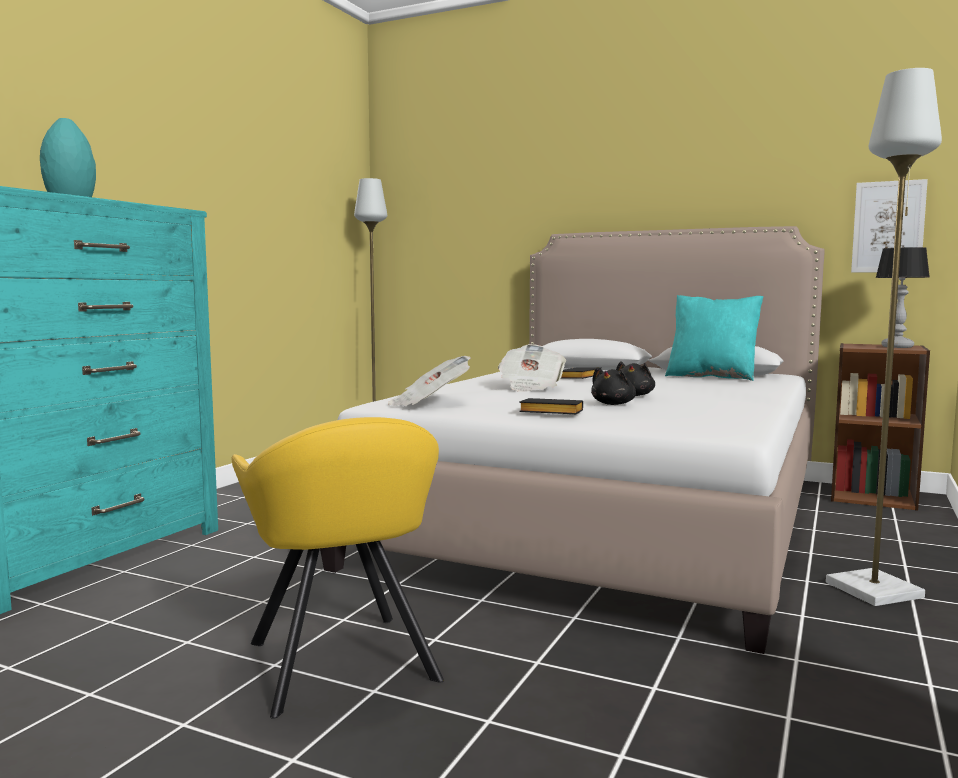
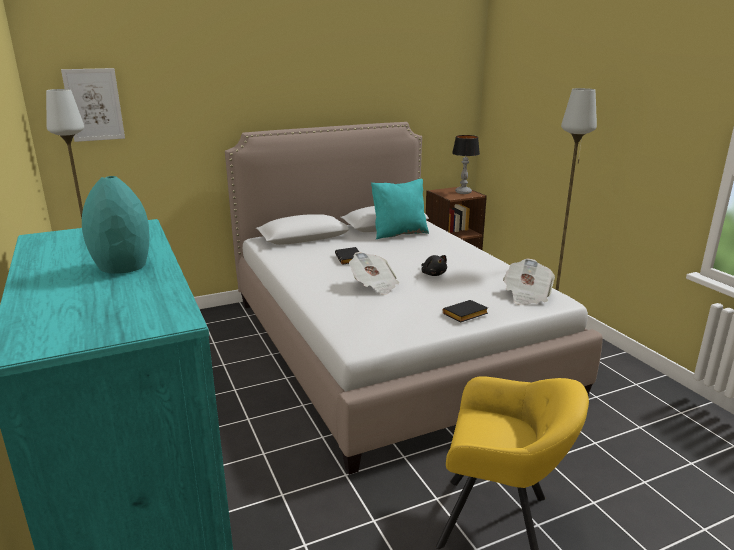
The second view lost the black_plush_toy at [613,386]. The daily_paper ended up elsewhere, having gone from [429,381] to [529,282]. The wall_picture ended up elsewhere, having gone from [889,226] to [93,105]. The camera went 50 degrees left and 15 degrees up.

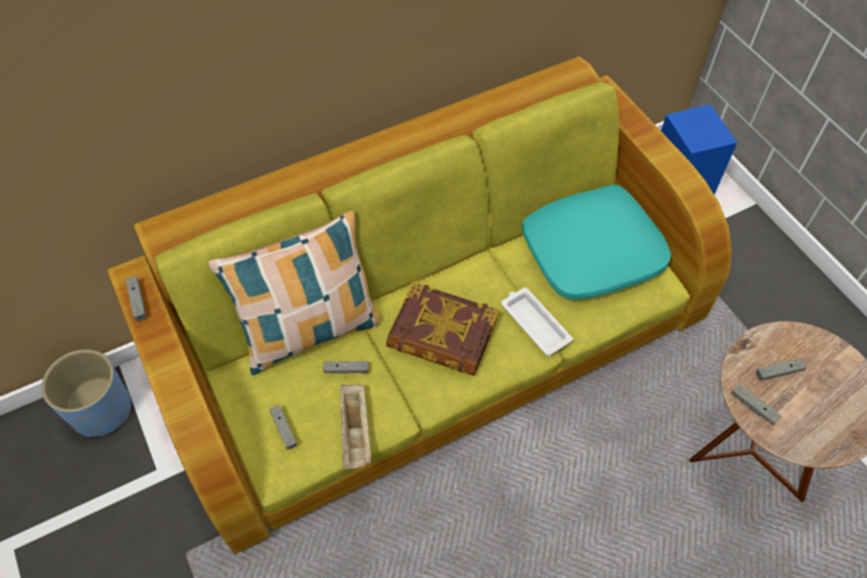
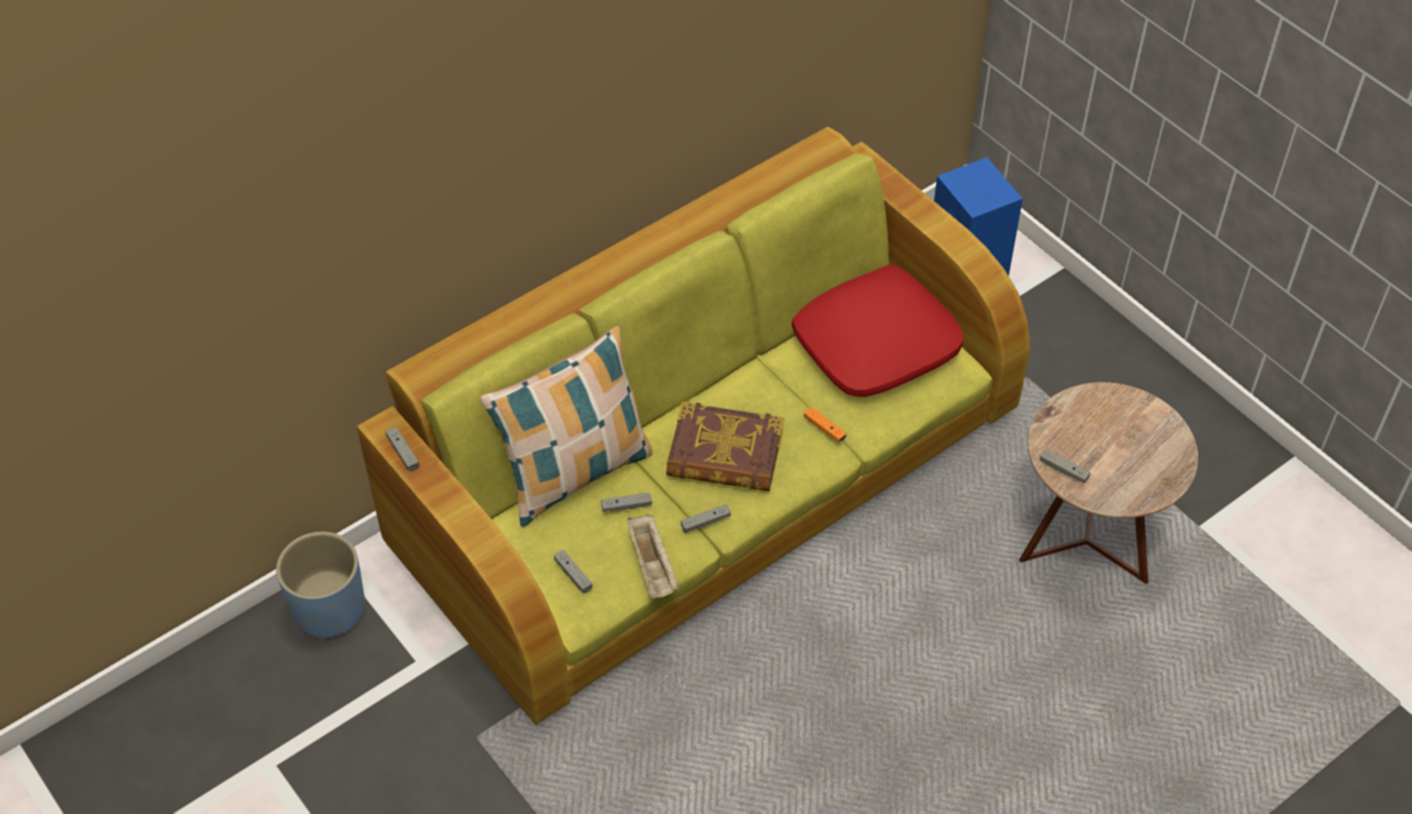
The greyish_game_controller ended up elsewhere, having gone from [781,369] to [706,518]. Where the white-coloured_serving_tray stood at [537,322], the orangey_game_controller came to stand at [825,425]. What was the turquoise-coloured_cushion at [596,242] turned into the red-coloured_cushion at [877,331]. The camera went 10 degrees left and 5 degrees down.

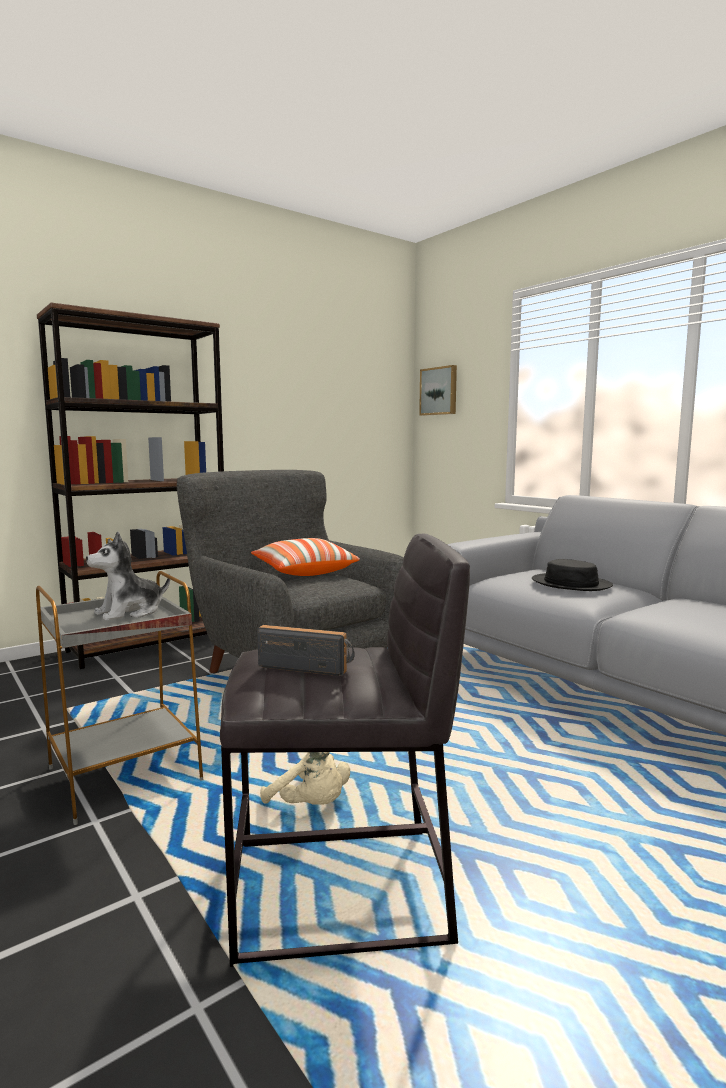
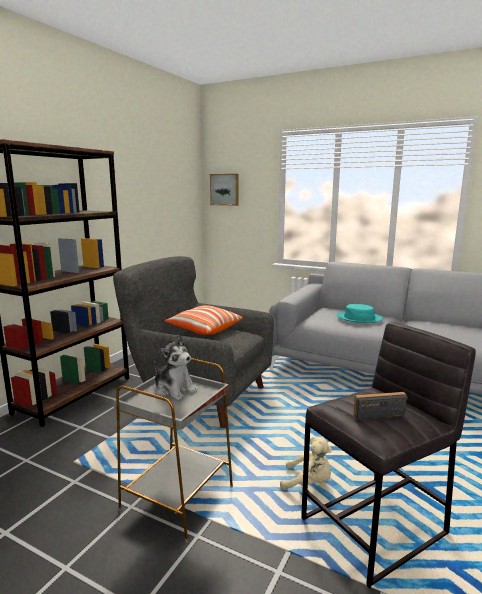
What was the black_clothing_hat at [572,575] turned into the turquoise-coloured_clothing_hat at [360,313]. The plush_toy at [128,576] ended up facing another way, 75 degrees counterclockwise from before. The camera went 25 degrees left and 5 degrees up.

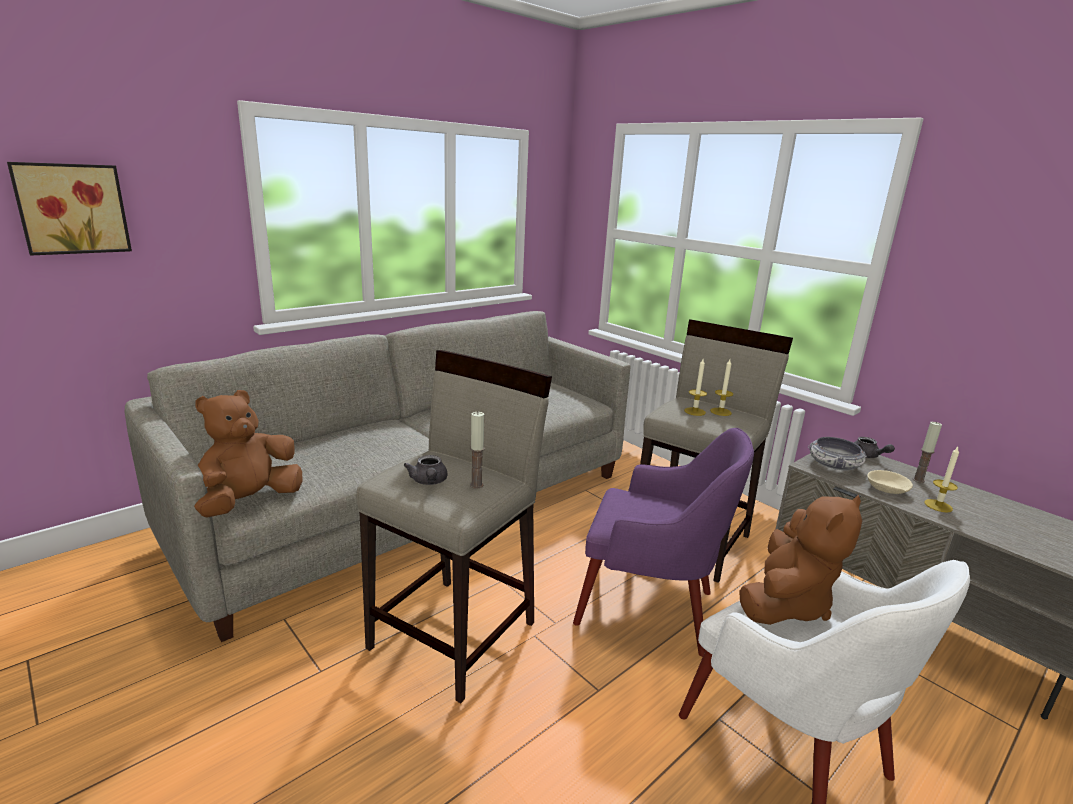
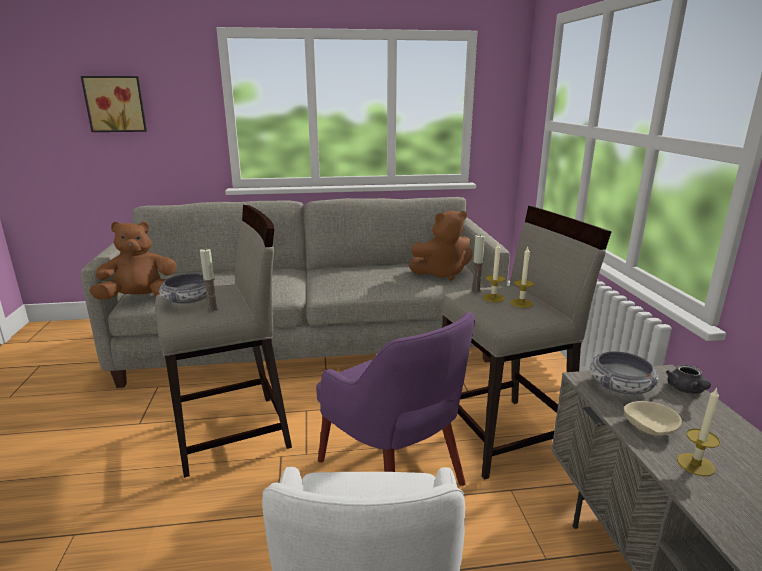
The brownish_plush_toy ended up elsewhere, having gone from [800,560] to [441,246]. The wax_light ended up elsewhere, having gone from [927,452] to [478,263]. Where the greyish_pot_for_tea stood at [426,470], the bowl came to stand at [187,288]. The camera went 35 degrees right and 0 degrees up.

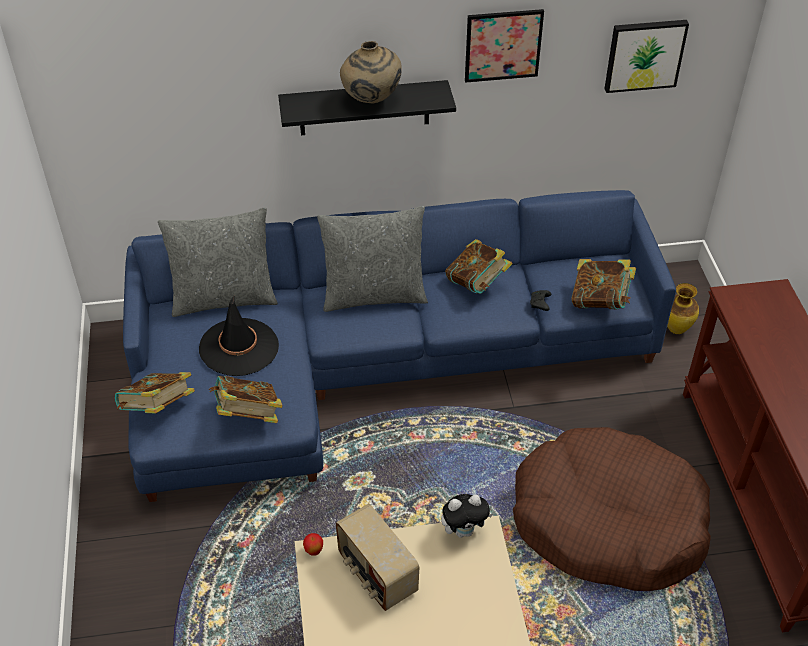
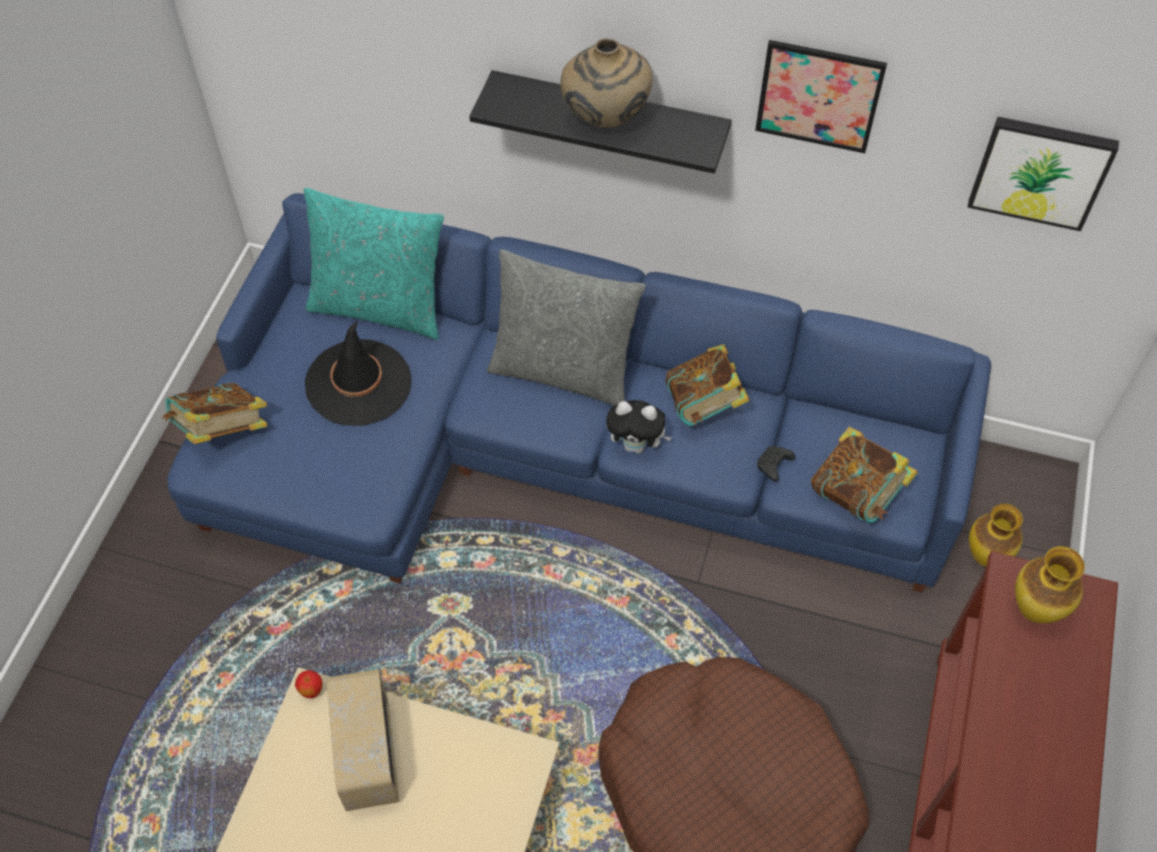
The second view lost the bound_book at [246,399]. The second view gained the decorative_vase at [1050,584]. The plush_toy ended up elsewhere, having gone from [467,516] to [639,427]. What was the greyish_cushion at [218,262] turned into the turquoise-coloured_cushion at [374,264]. The camera went 25 degrees right and 10 degrees up.

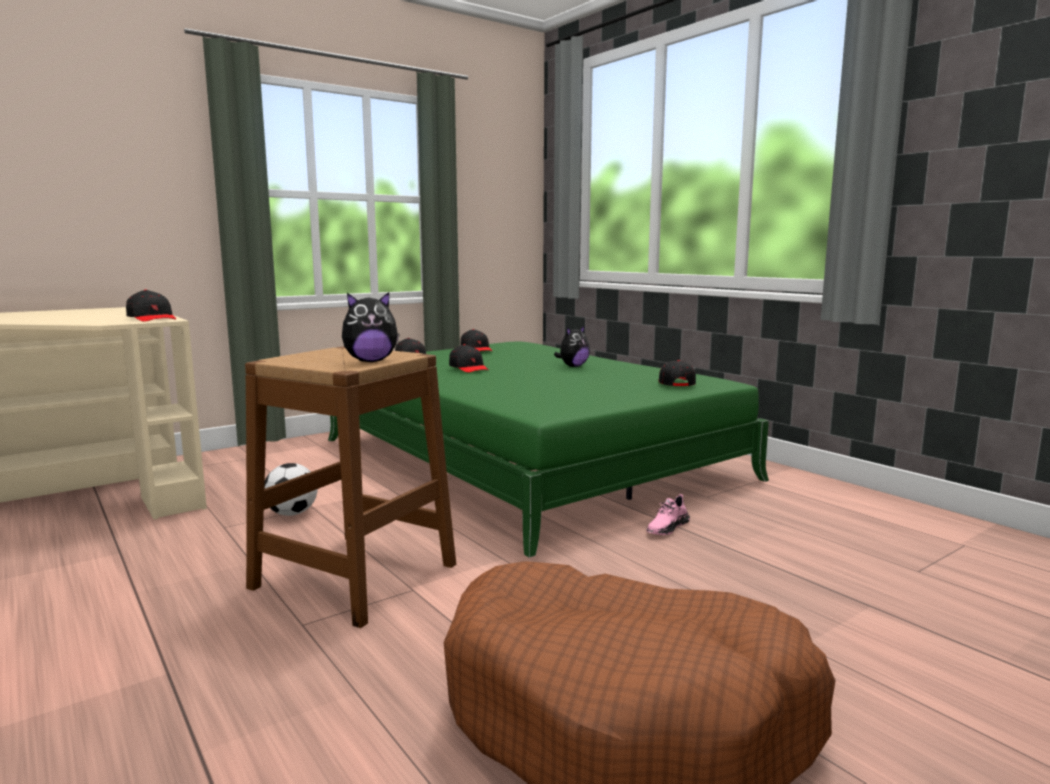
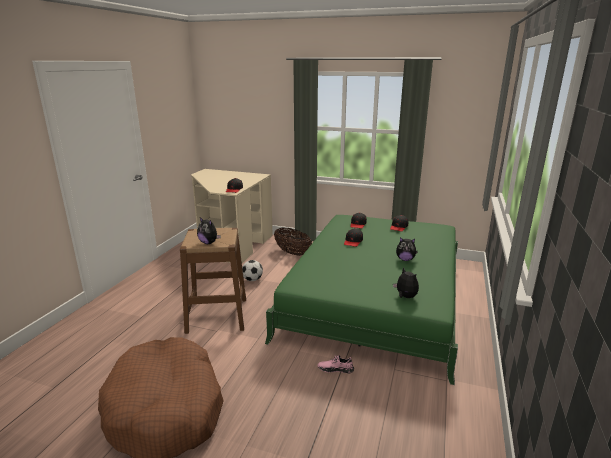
The second view gained the storage_basket at [293,242]. Where the black_baseball_cap stood at [677,373], the plush_toy came to stand at [406,282]. The camera went 55 degrees right and 10 degrees up.

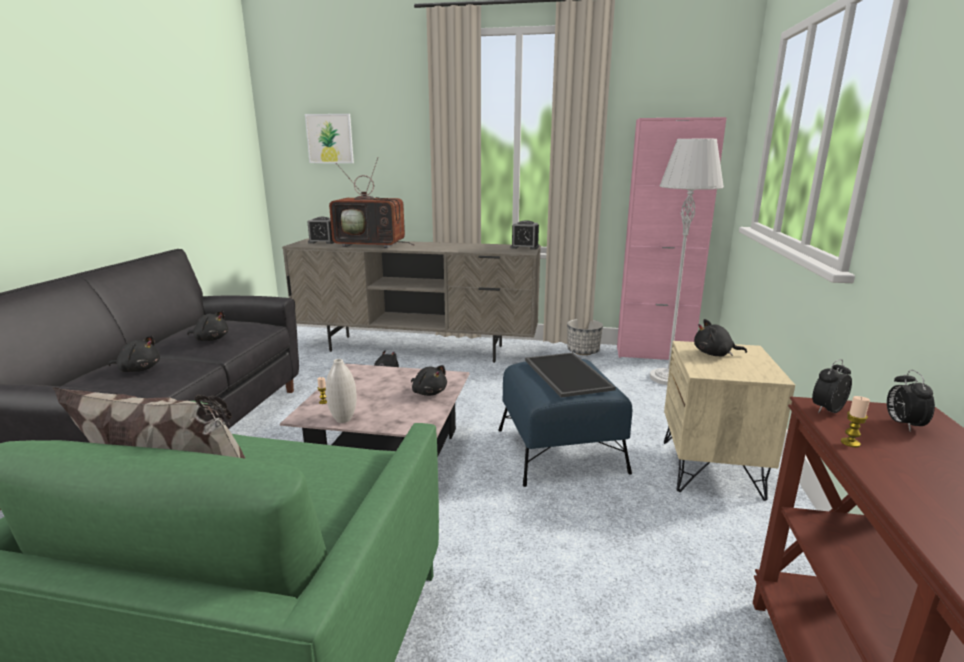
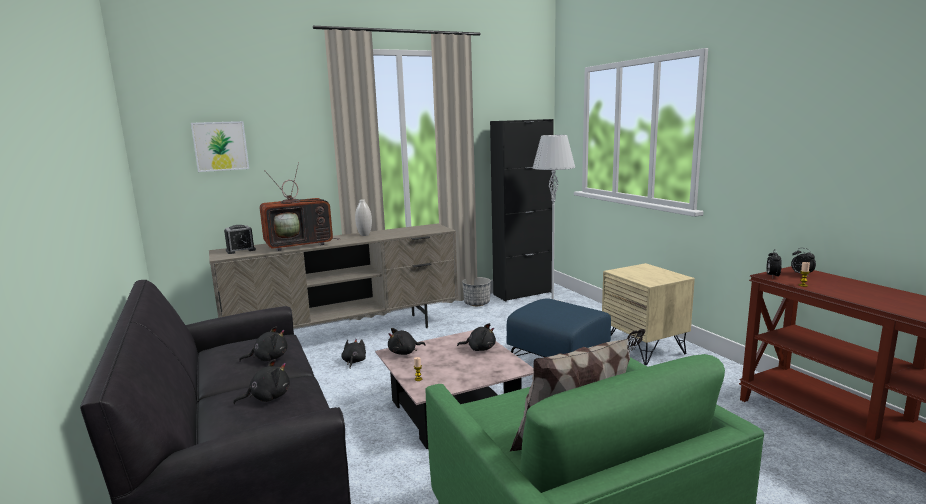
The second view lost the bedside_clock at [525,235]. The second view lost the serving_tray at [570,375]. The white-coloured_decorative_vase ended up elsewhere, having gone from [341,391] to [363,217]. The black_plush_toy ended up elsewhere, having gone from [720,337] to [407,341]. What was the pinkish_cabinet at [672,238] turned into the black_cabinet at [522,210]. The camera went 35 degrees left and 5 degrees down.

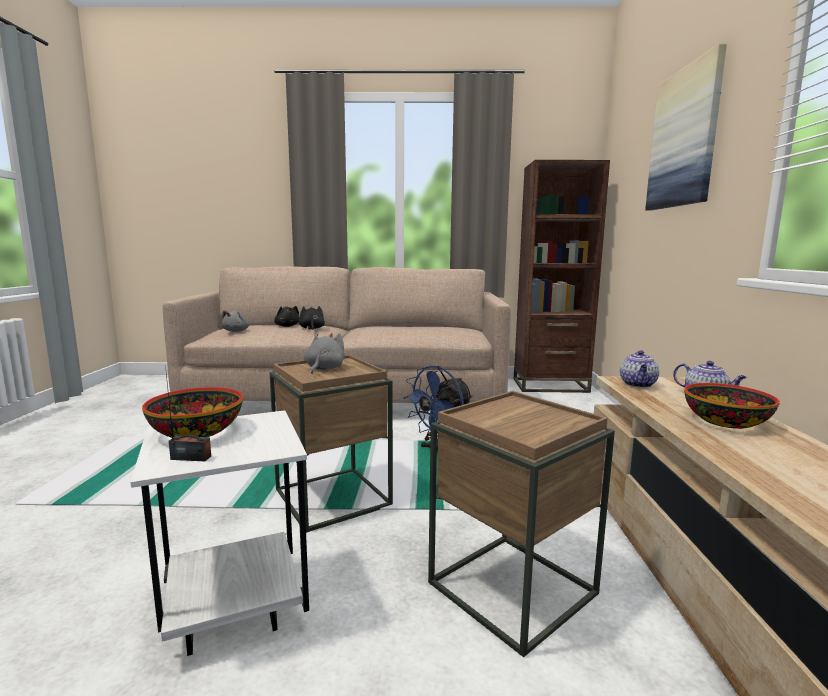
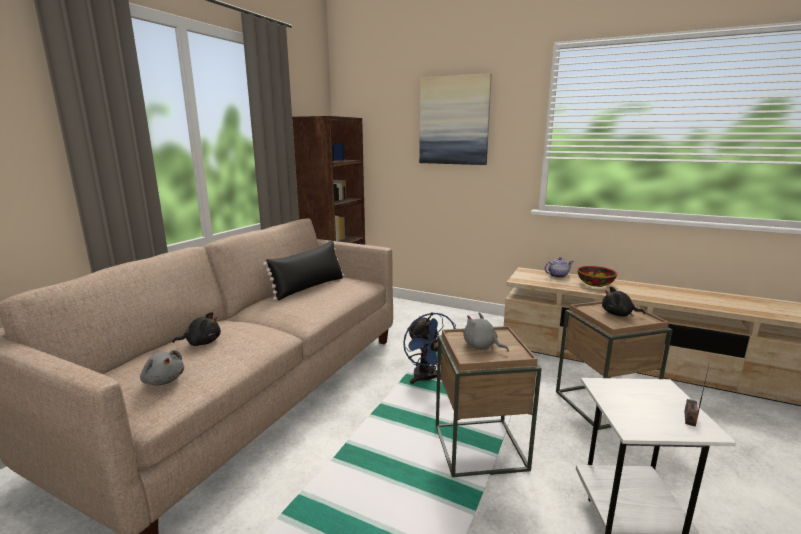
The second view lost the bowl at [192,412]. The second view lost the pot_for_tea at [639,369]. The second view gained the black_cushion at [303,270]. The black_plush_toy ended up elsewhere, having gone from [311,318] to [623,301]. The camera went 65 degrees left and 5 degrees up.

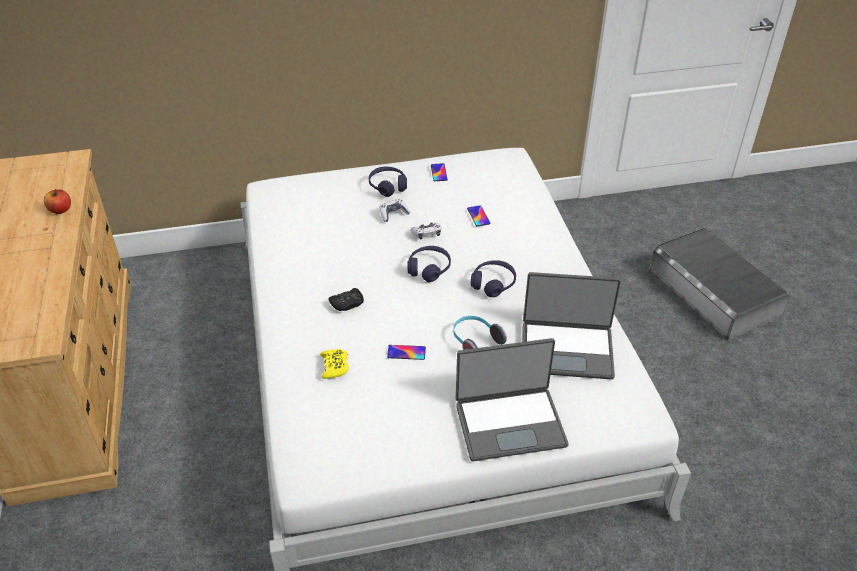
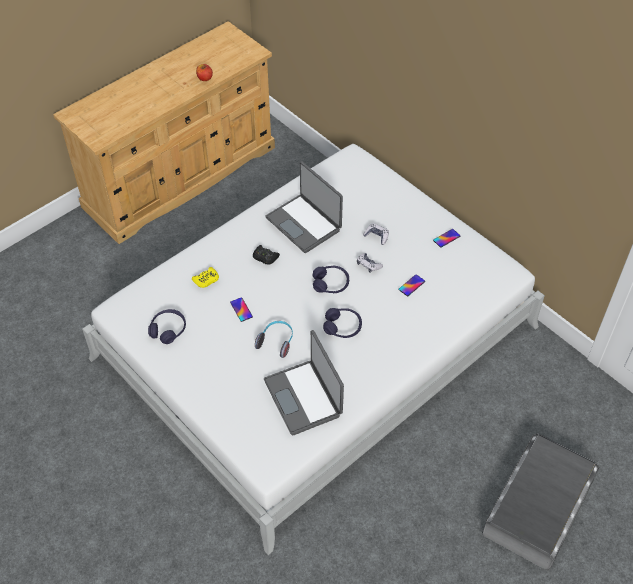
The purple-coloured_headphones ended up elsewhere, having gone from [388,182] to [167,326]. The portable_computer ended up elsewhere, having gone from [512,399] to [304,207]. The camera went 60 degrees right and 10 degrees up.

